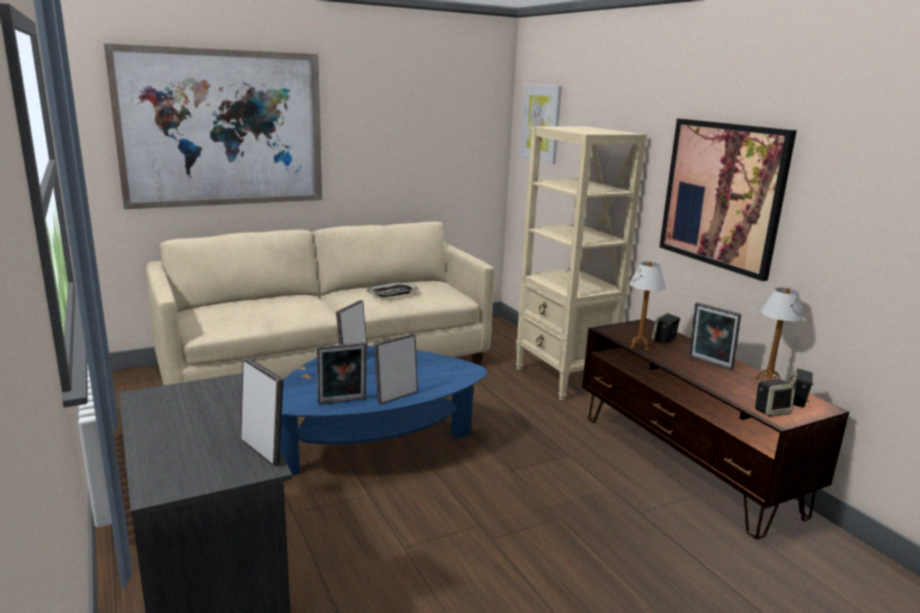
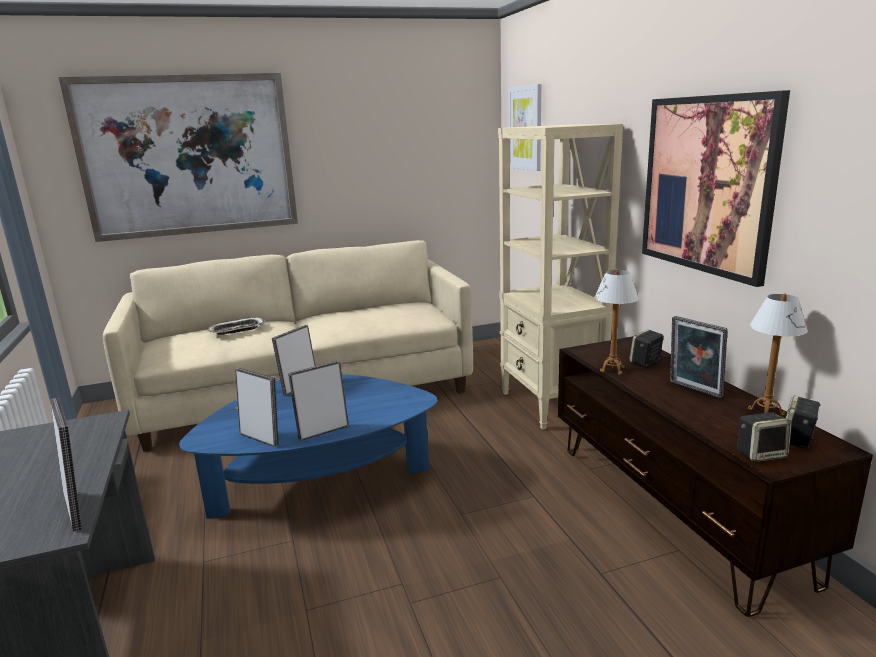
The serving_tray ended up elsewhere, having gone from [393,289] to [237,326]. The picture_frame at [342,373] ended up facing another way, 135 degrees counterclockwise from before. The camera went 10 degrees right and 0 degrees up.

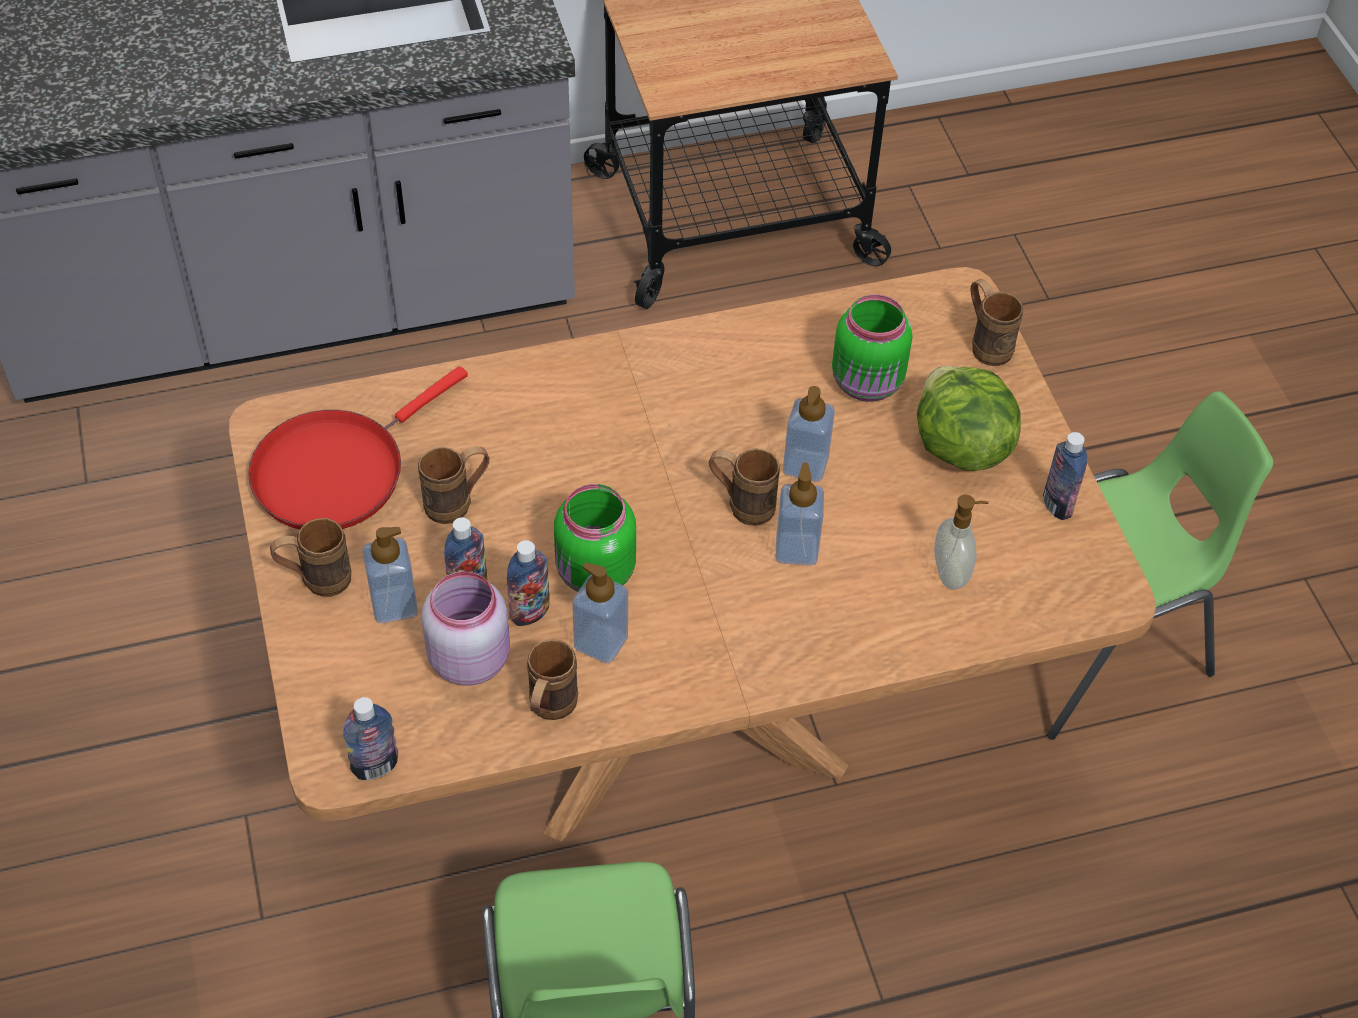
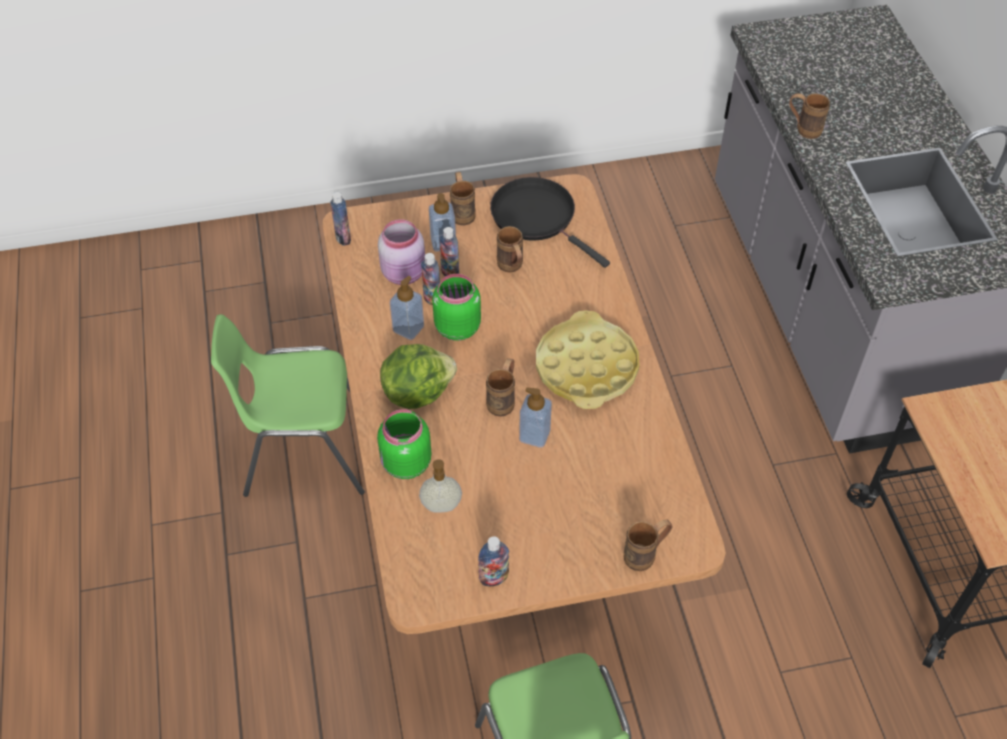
The second view lost the soap_bottle at [799,513]. The second view gained the yellowish_serving_tray at [588,359]. The brownish_mug ended up elsewhere, having gone from [552,679] to [809,116]. The green-coloured_jar ended up elsewhere, having gone from [872,347] to [404,444]. The lettuce ended up elsewhere, having gone from [969,418] to [418,376]. What was the red-coloured_frying_pan at [358,448] turned into the black_frying_pan at [550,222]. The camera went 95 degrees right and 0 degrees up.

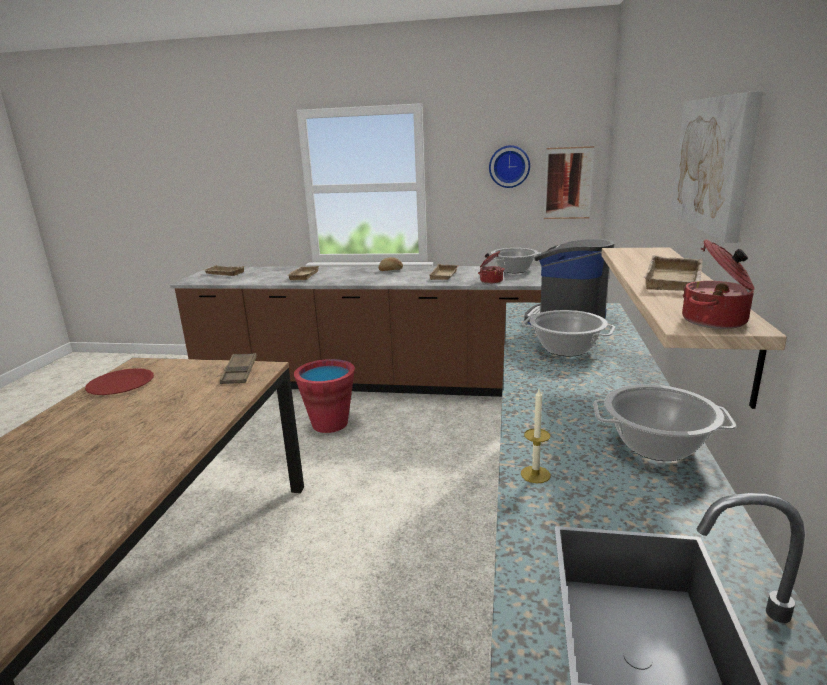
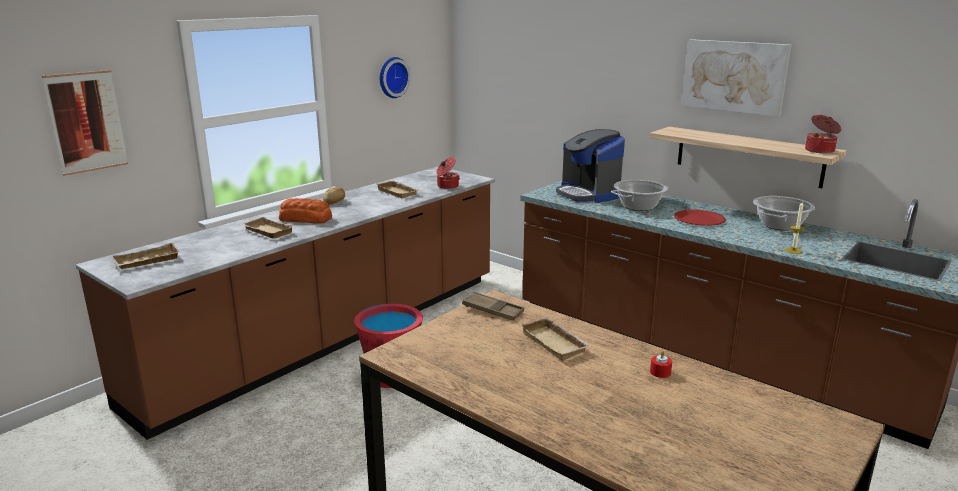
The second view lost the cooking_pot at [516,260]. The second view gained the baked_bread at [305,211]. The second view gained the red-coloured_wax_light at [661,364]. The red-coloured_dinner_plate ended up elsewhere, having gone from [119,381] to [700,217]. The wall_picture ended up elsewhere, having gone from [569,182] to [85,123]. The beige-coloured_serving_tray ended up elsewhere, having gone from [673,273] to [555,339]. The camera went 60 degrees left and 0 degrees up.

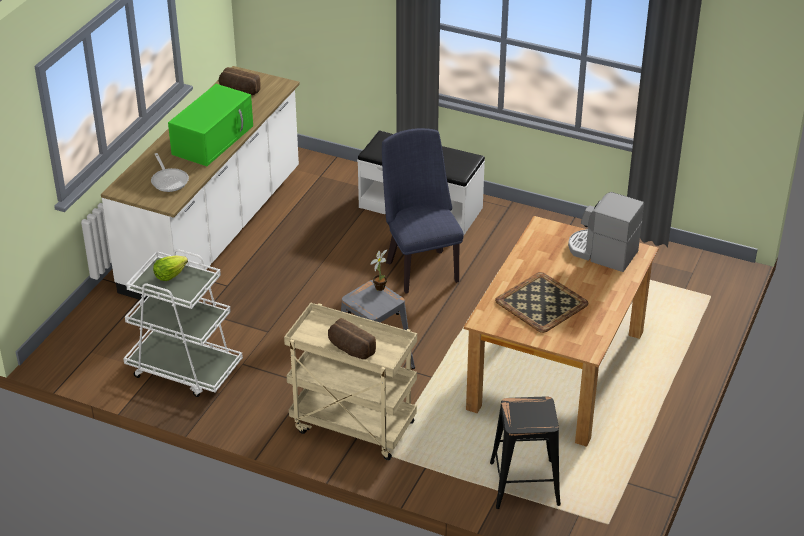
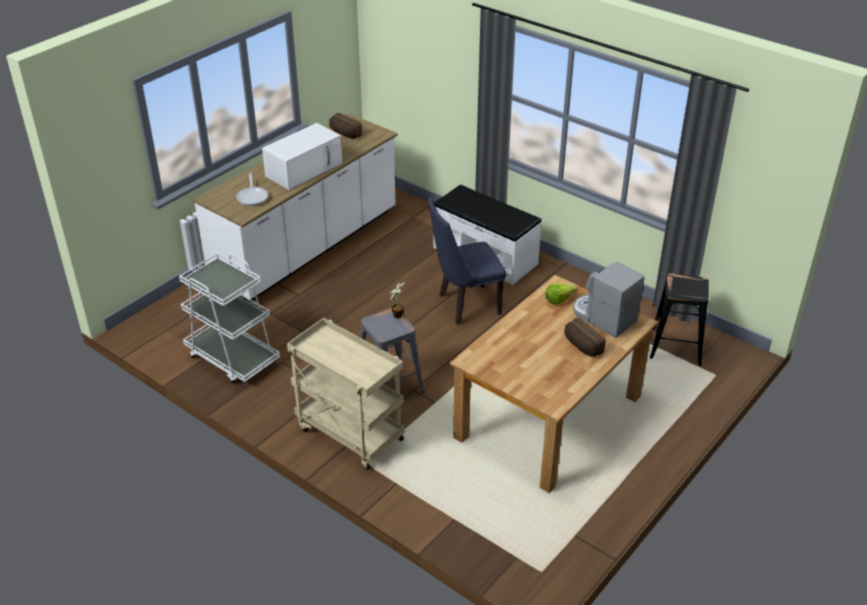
The second view lost the serving_tray at [542,302]. The lettuce ended up elsewhere, having gone from [170,268] to [561,294]. The baked_bread ended up elsewhere, having gone from [352,338] to [585,337]. The black_stool_seat ended up elsewhere, having gone from [525,452] to [679,320]. What was the green-coloured_microwave_oven at [210,125] turned into the white-coloured_microwave_oven at [302,156]. The bluish_plain_chair at [423,211] ended up facing another way, 105 degrees counterclockwise from before. The camera went 15 degrees right and 0 degrees up.

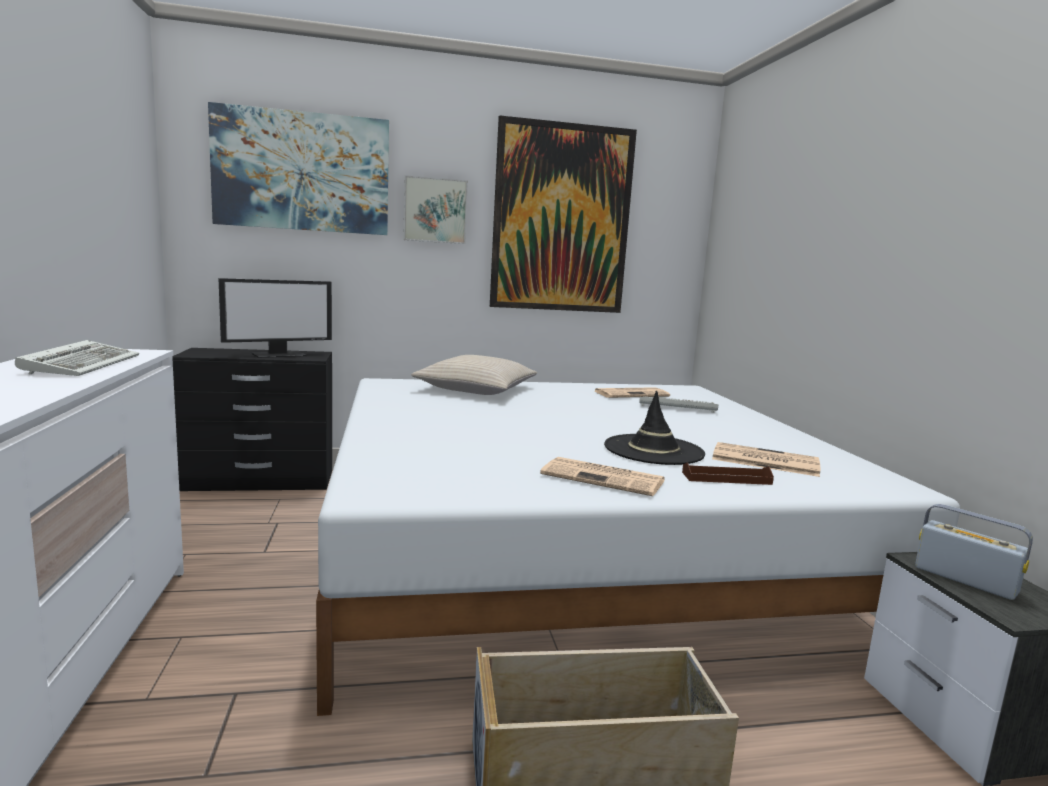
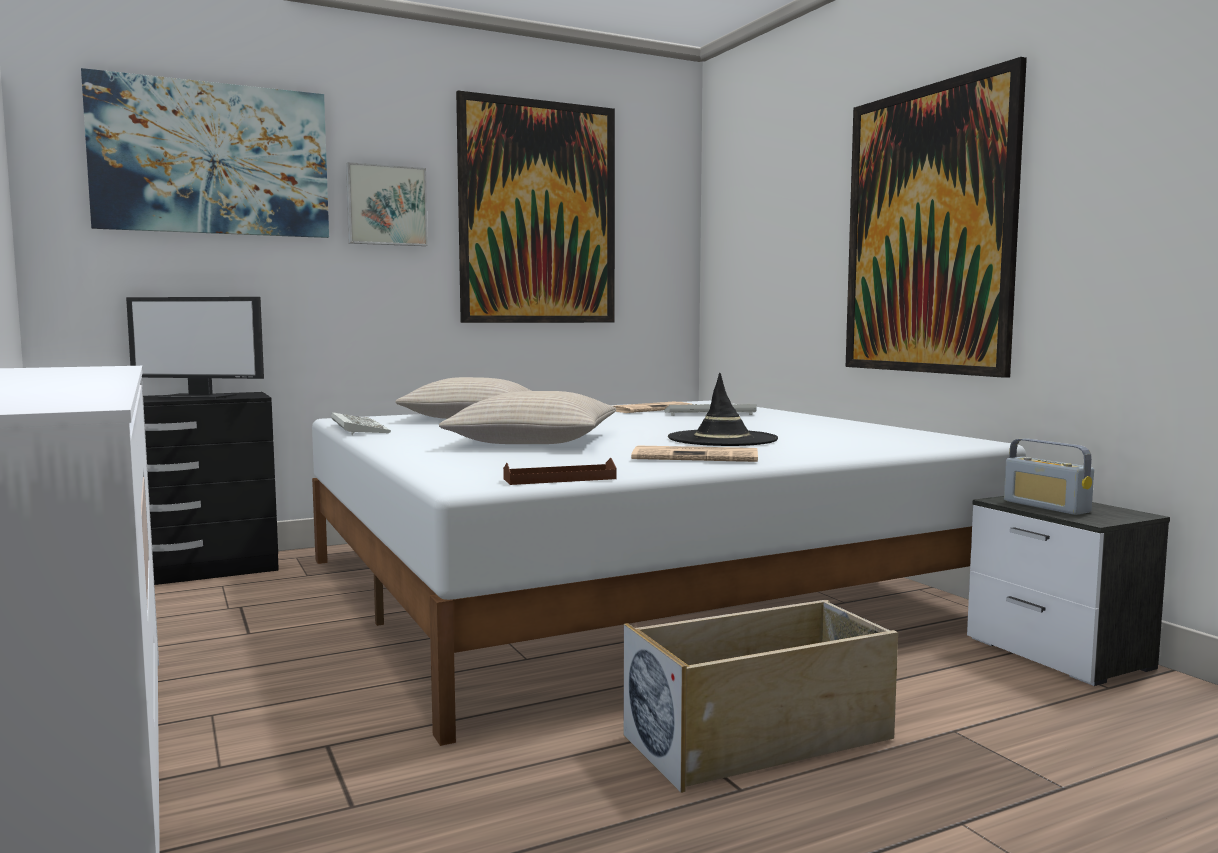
The second view lost the daily_paper at [766,459]. The second view gained the beige-coloured_cushion at [527,417]. The second view gained the wall_picture at [936,217]. The PC_keyboard ended up elsewhere, having gone from [77,358] to [361,423]. The brownish_serving_tray ended up elsewhere, having gone from [728,474] to [559,471]. The monitor at [275,318] ended up facing another way, 60 degrees clockwise from before. The radio_receiver at [974,552] ended up facing another way, 150 degrees counterclockwise from before. The camera went 15 degrees left and 5 degrees down.

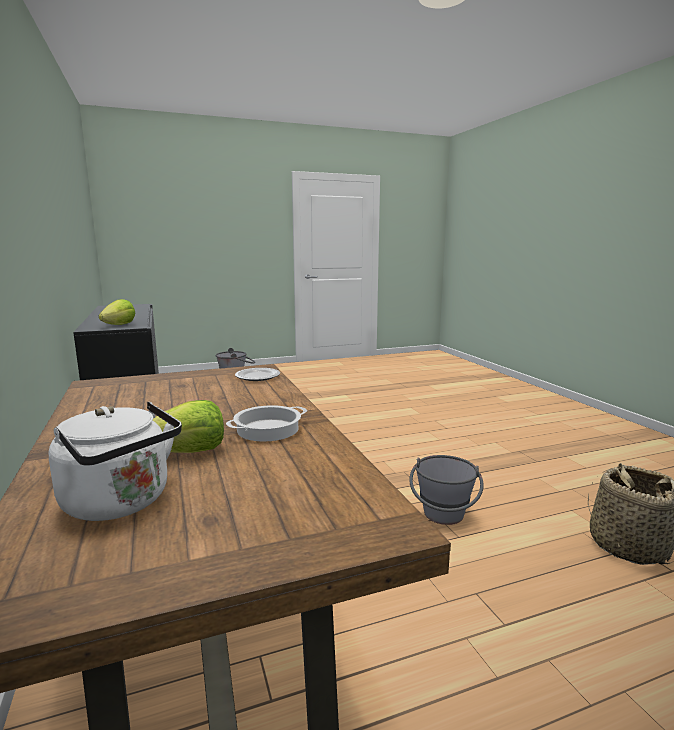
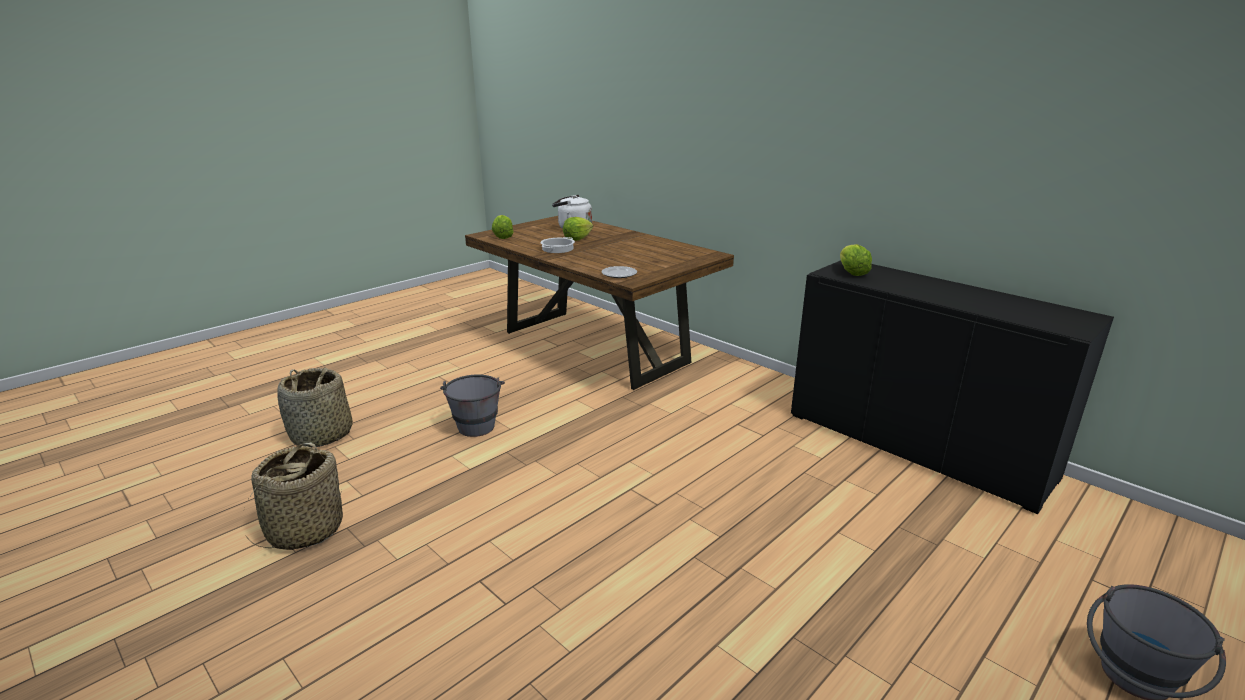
The second view gained the storage_basket at [293,496]. The second view gained the lettuce at [503,227]. The camera went 155 degrees right and 10 degrees up.

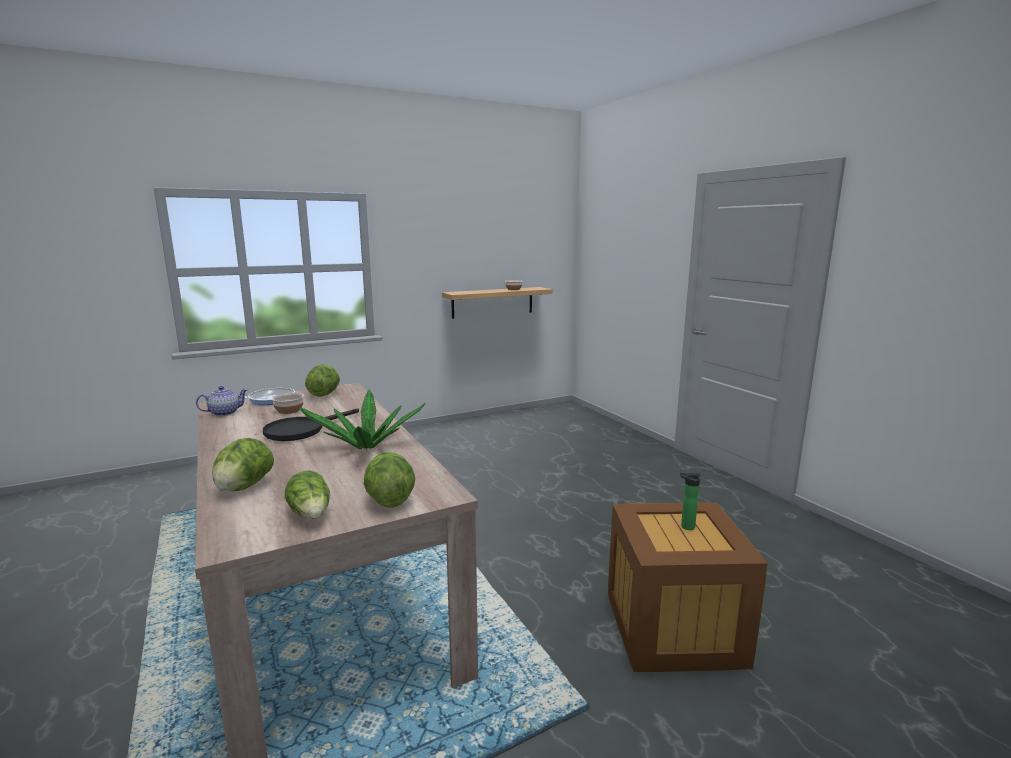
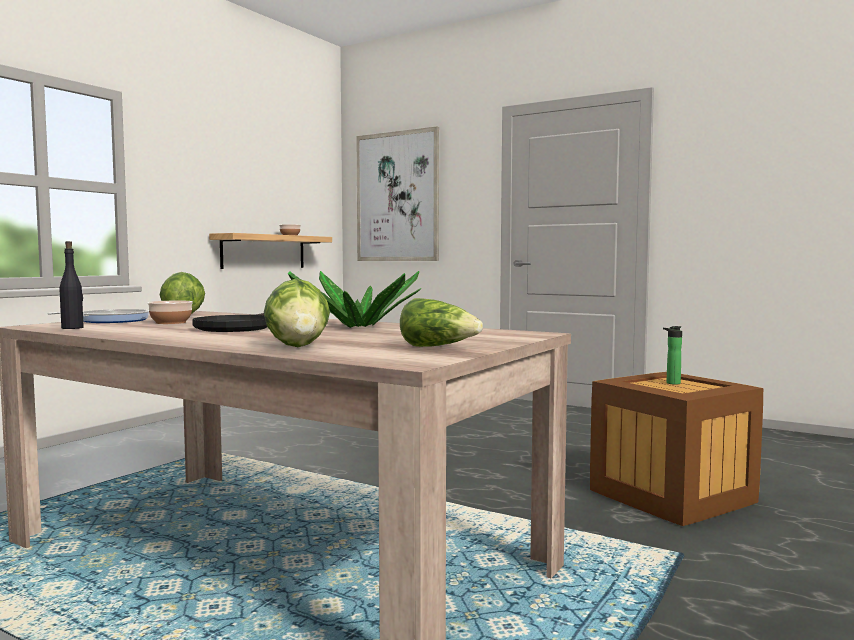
The second view lost the lettuce at [389,480]. The second view gained the wall_picture at [398,193]. Where the pot_for_tea stood at [222,401], the black_drink_bottle came to stand at [72,285]. The camera went 30 degrees left and 10 degrees down.

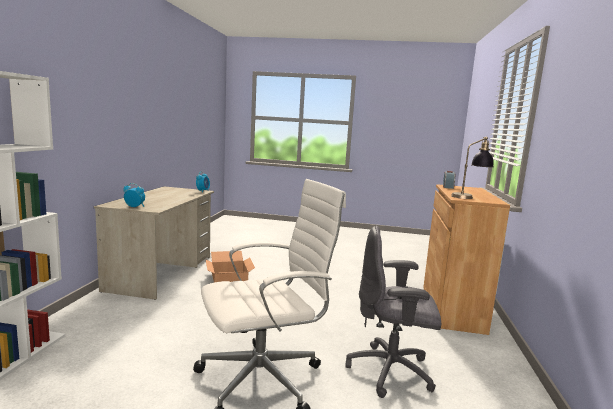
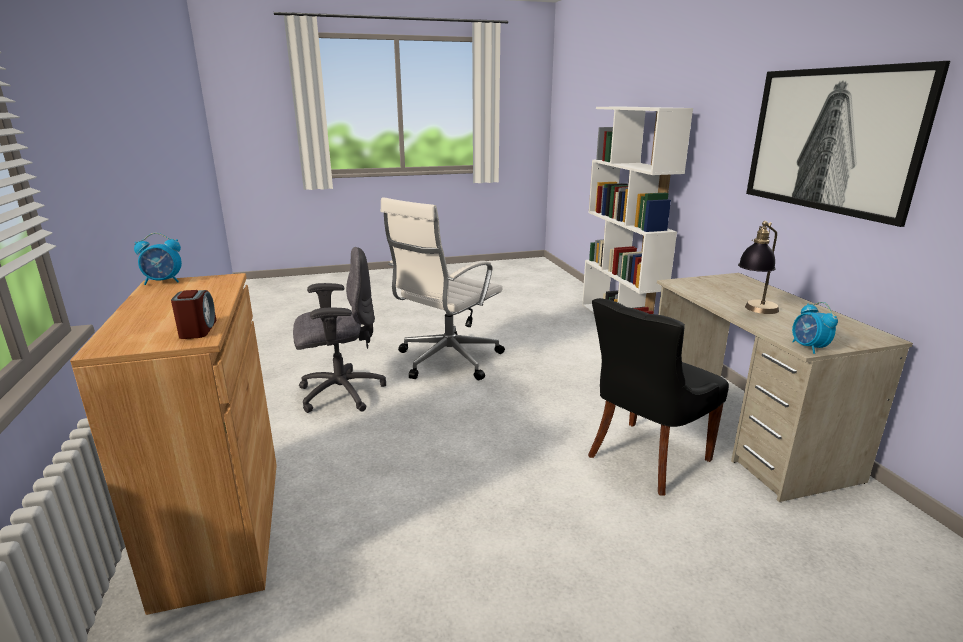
The second view gained the wall_picture at [848,144]. The bedside_clock ended up elsewhere, having gone from [134,195] to [158,259]. The lamp_for_a_table ended up elsewhere, having gone from [472,168] to [758,267]. Where the packing_box stood at [230,267], the black_plain_chair came to stand at [658,396]. The camera went 155 degrees right and 10 degrees up.

